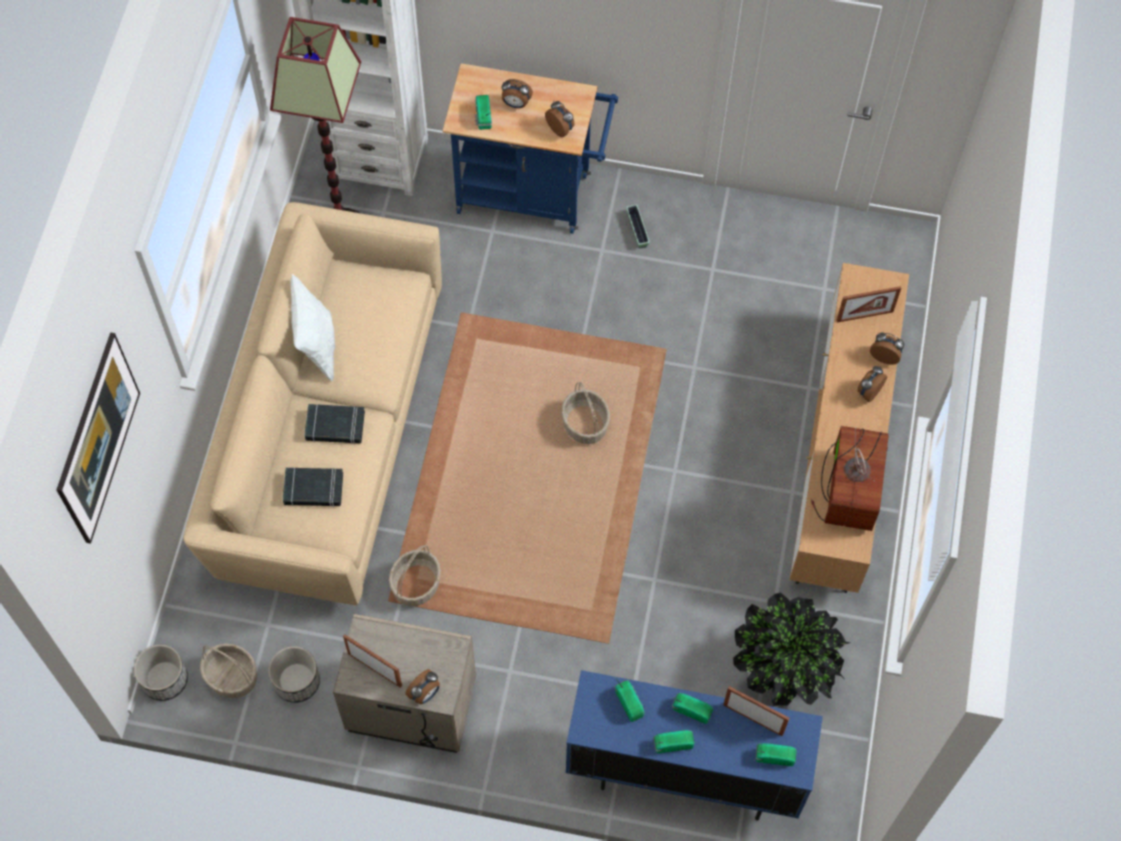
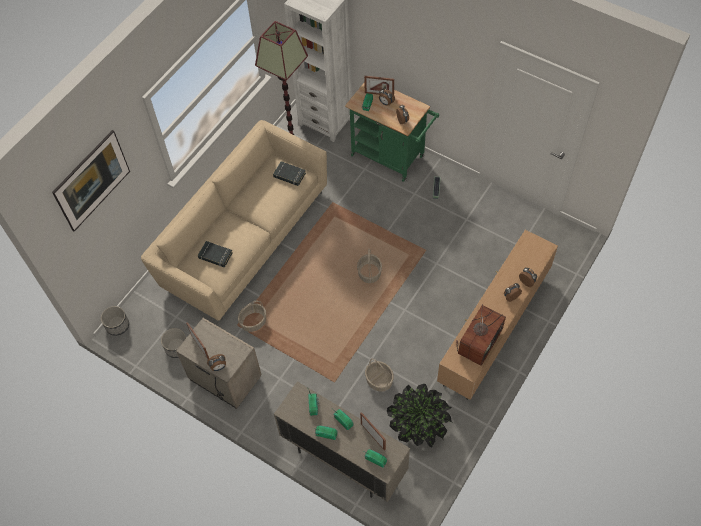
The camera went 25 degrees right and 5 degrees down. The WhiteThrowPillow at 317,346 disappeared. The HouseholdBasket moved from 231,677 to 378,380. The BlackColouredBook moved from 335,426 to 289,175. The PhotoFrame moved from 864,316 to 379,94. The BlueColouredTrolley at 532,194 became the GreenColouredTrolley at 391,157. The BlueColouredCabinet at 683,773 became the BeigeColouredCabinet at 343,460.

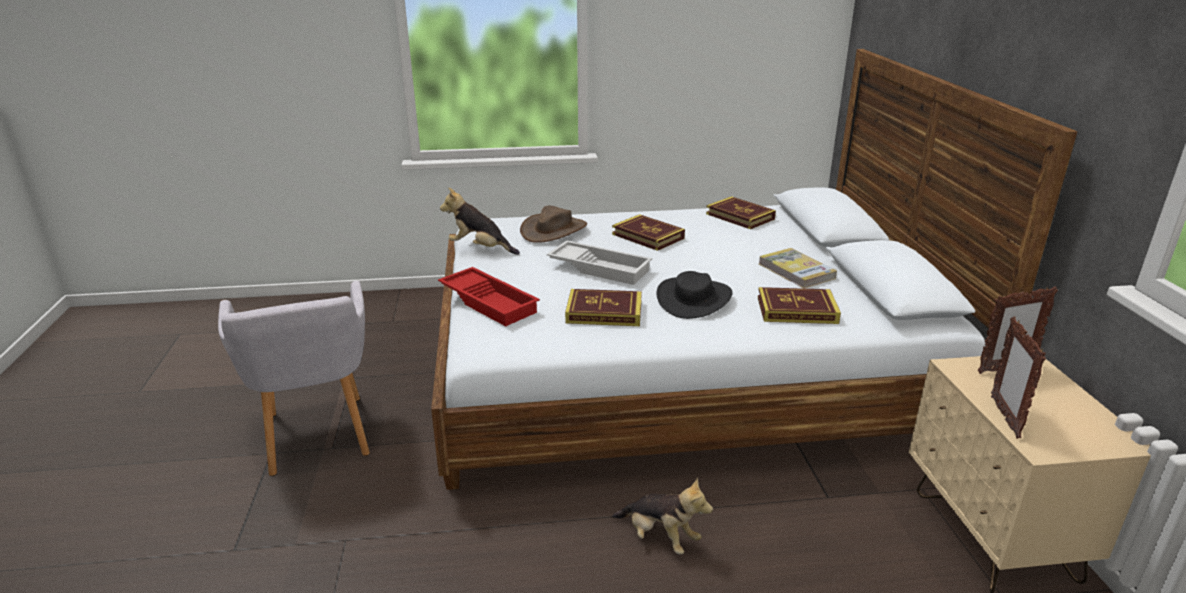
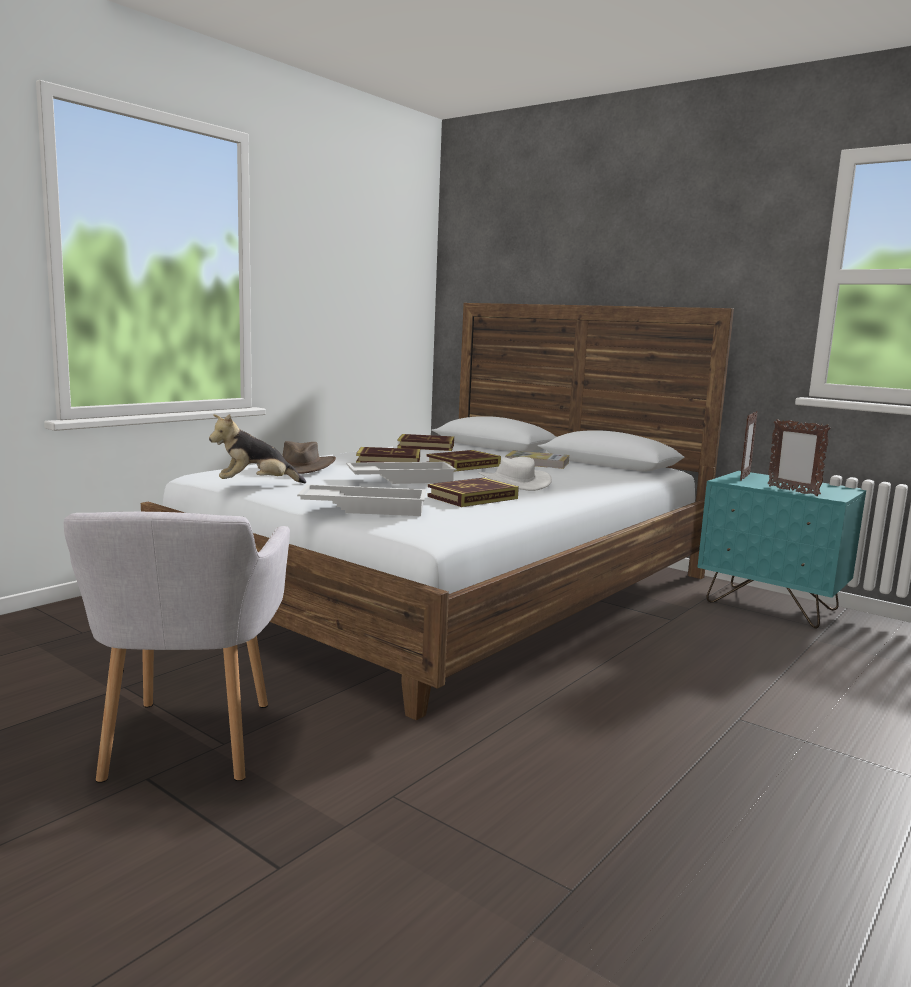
The camera went 45 degrees left and 15 degrees down. The PlushToy at 660,538 disappeared. The Book moved from 797,310 to 463,465. The ReddishCarryingTray at 490,302 became the WhiteCarryingTray at 365,508. The BlackColouredClothingHat at 694,299 became the WhiteClothingHat at 514,482. The BeigeColouredNightstand at 995,537 became the BlueGreenNightstand at 772,606. The GreyishEasyChair at 317,438 turned 60 degrees clockwise.

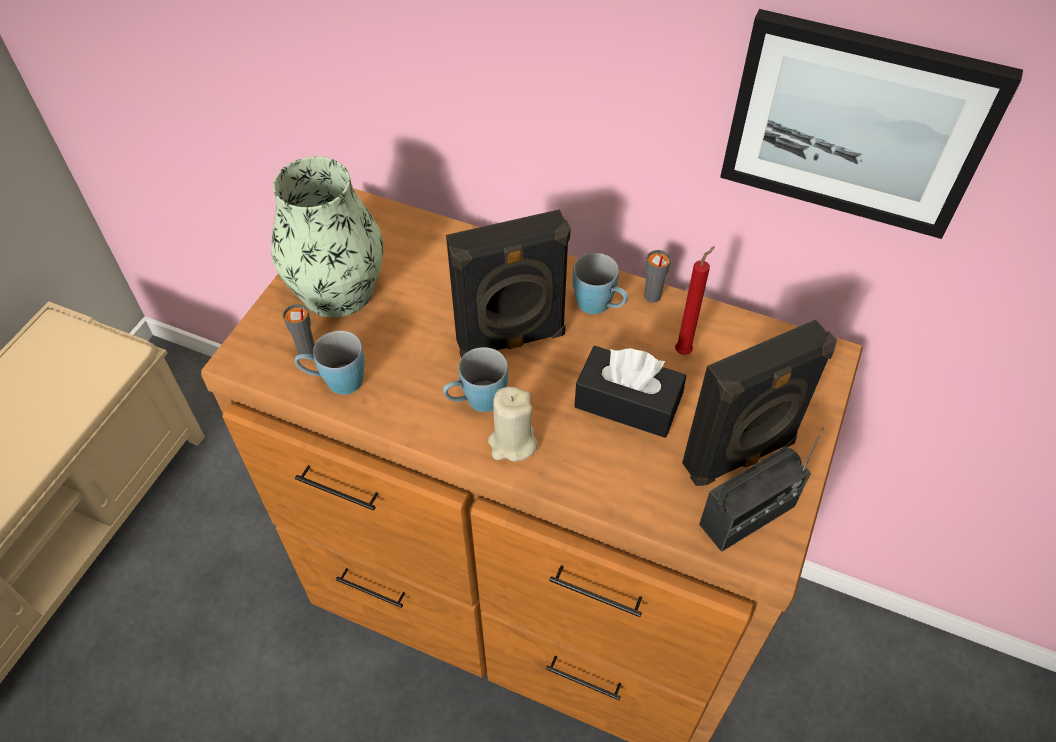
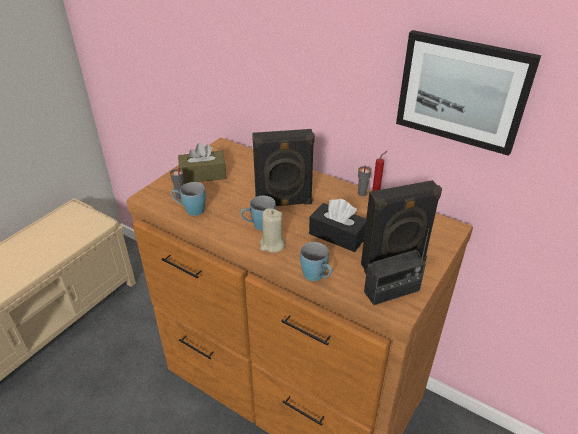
The camera went 10 degrees right and 15 degrees down. The BlueColouredCoffeeMug moved from 600,306 to 317,277. The FlowerVase at 338,290 was replaced by the BrownTissueBox at 203,175.

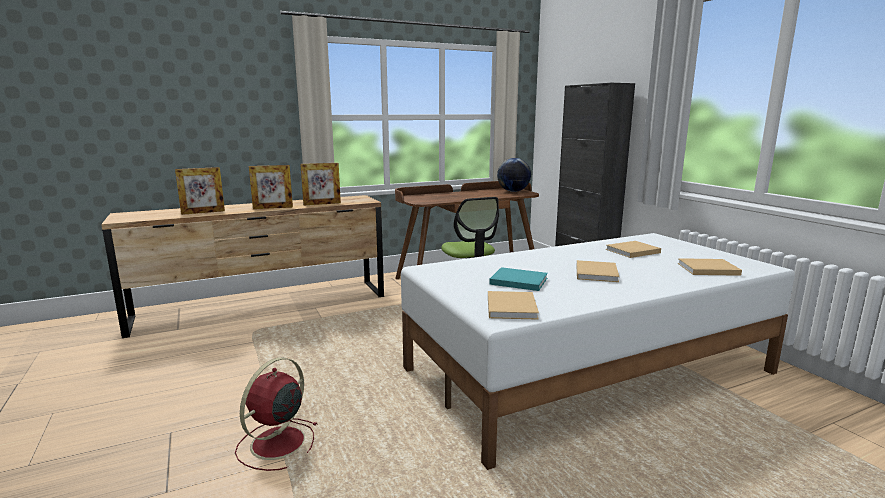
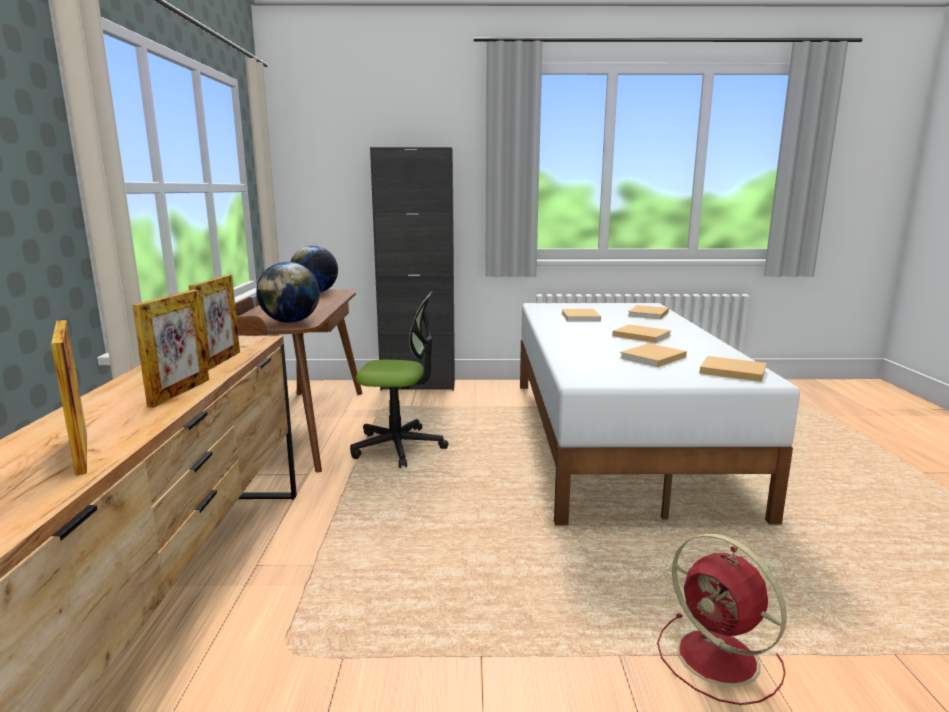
The camera went 65 degrees left and 0 degrees up. The WorldGlobe at 291,322 appeared. The BlueGreenBook at 517,281 became the BeigeColouredBook at 651,358. The PhotoFrame at 203,212 turned 150 degrees clockwise.

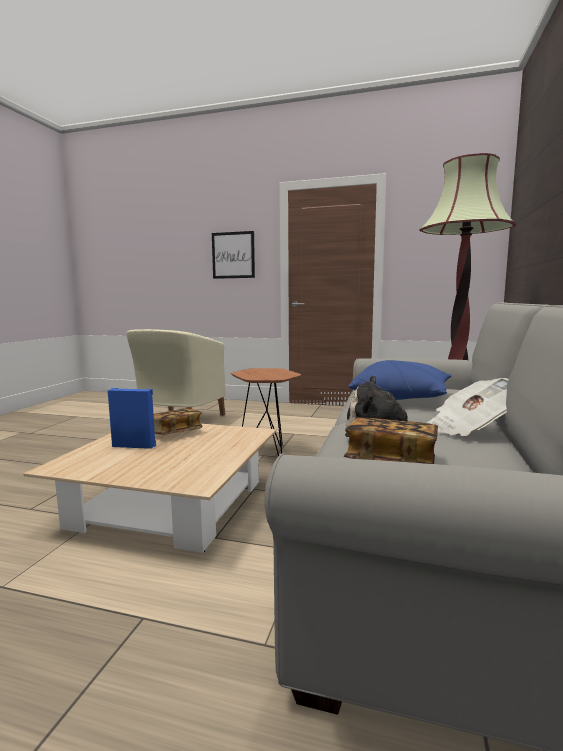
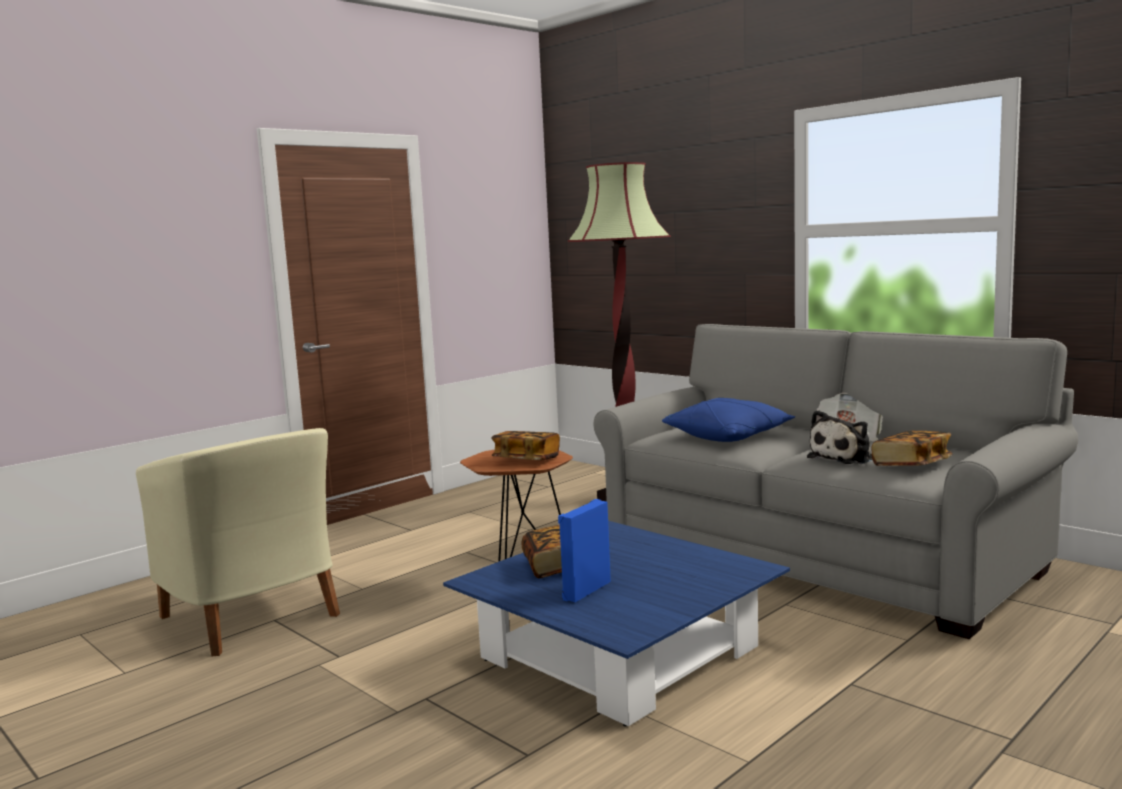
The camera went 60 degrees left and 0 degrees up. The WallArt at 233,255 disappeared. The Book at 526,460 appeared. The BeigeColouredCoffeeTable at 170,504 became the BlueColouredCoffeeTable at 621,653.

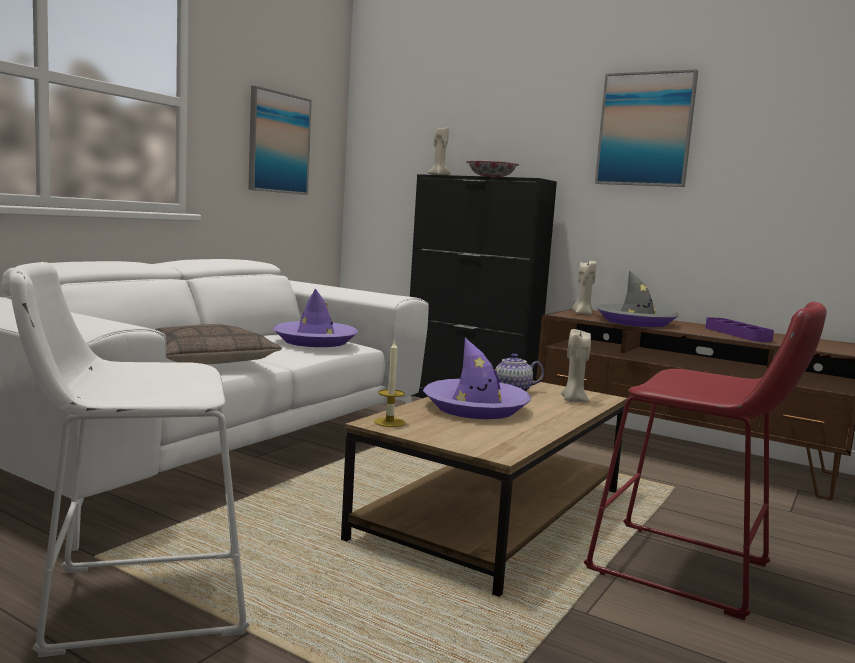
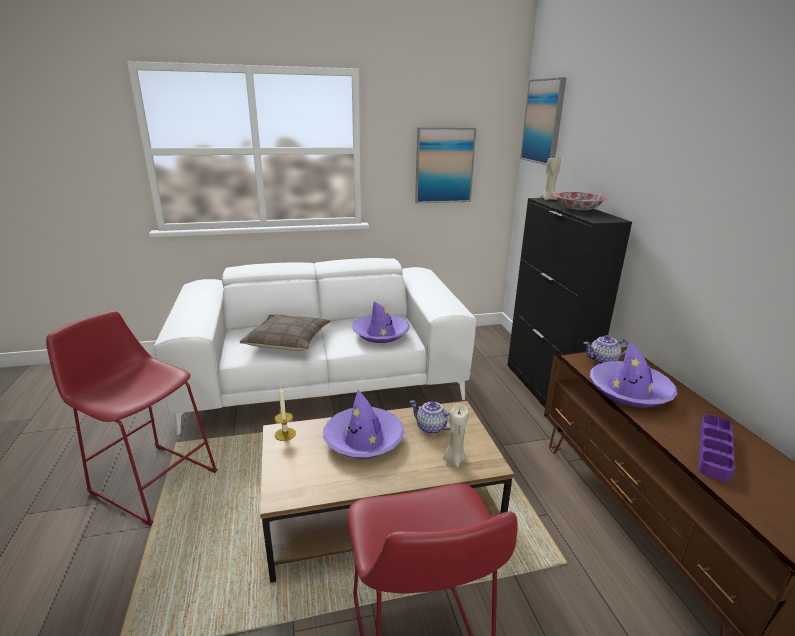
The camera went 45 degrees right and 15 degrees up. The WallArt moved from 645,129 to 543,121. The BeigeColouredWaxCandle at 582,314 was replaced by the Teapot at 603,361. The WhiteStoolSeat at 135,601 became the ReddishStoolSeat at 151,479. The GreyishClothingHat at 636,322 became the PurpleClothingHat at 630,391.

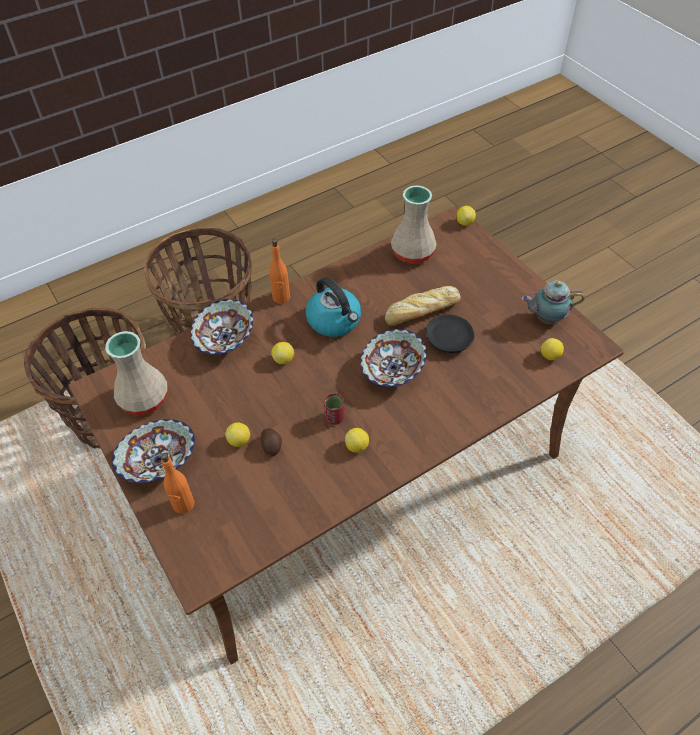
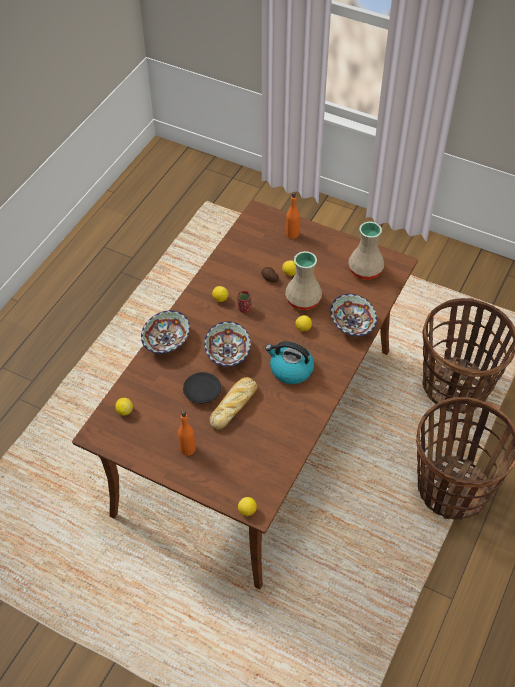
The camera went 150 degrees right and 0 degrees up. The Teapot at 546,318 disappeared. The ServingBowl moved from 159,462 to 166,341. The OrangeBottle moved from 281,297 to 187,449. The BeigeColouredFlowerVase moved from 412,252 to 304,300.

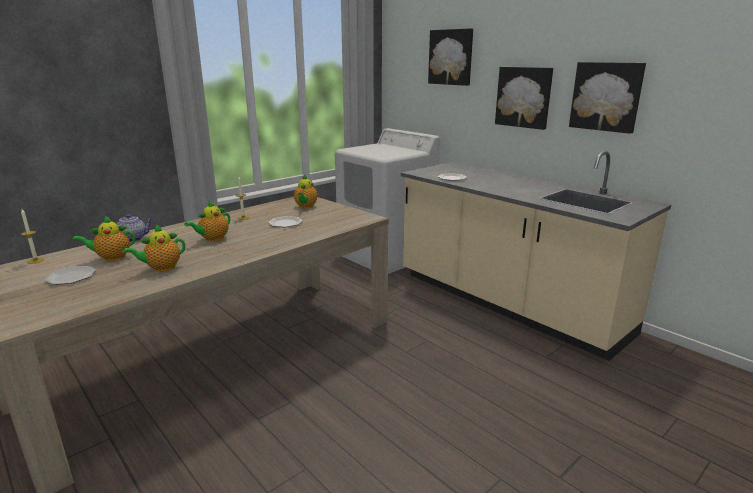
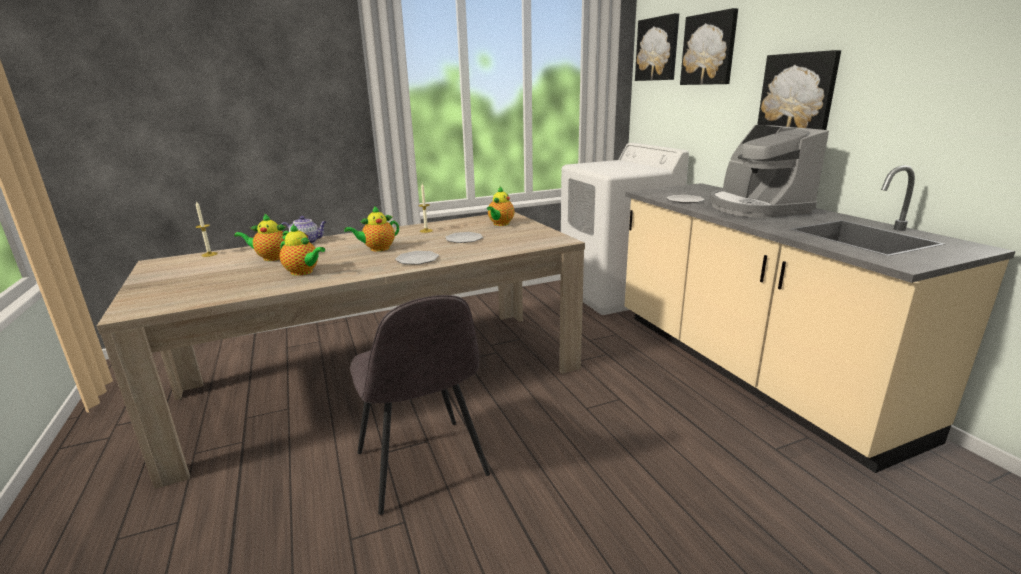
The camera went 20 degrees right and 0 degrees up. The GreyishChair at 422,466 appeared. The CoffeeMachine at 756,208 appeared. The DinnerPlate moved from 70,277 to 417,259. The WallArt moved from 606,96 to 658,49. The Teapot at 161,268 turned 135 degrees counterclockwise.

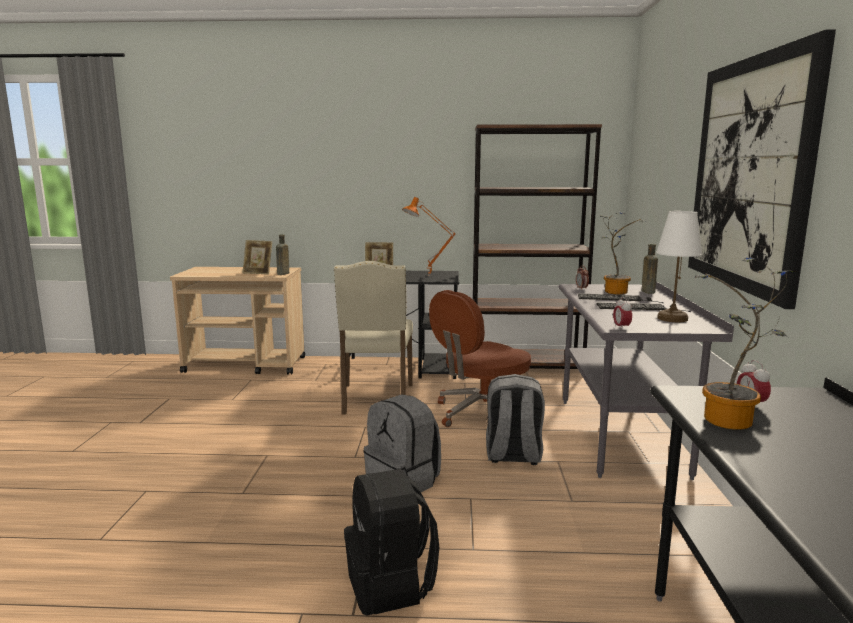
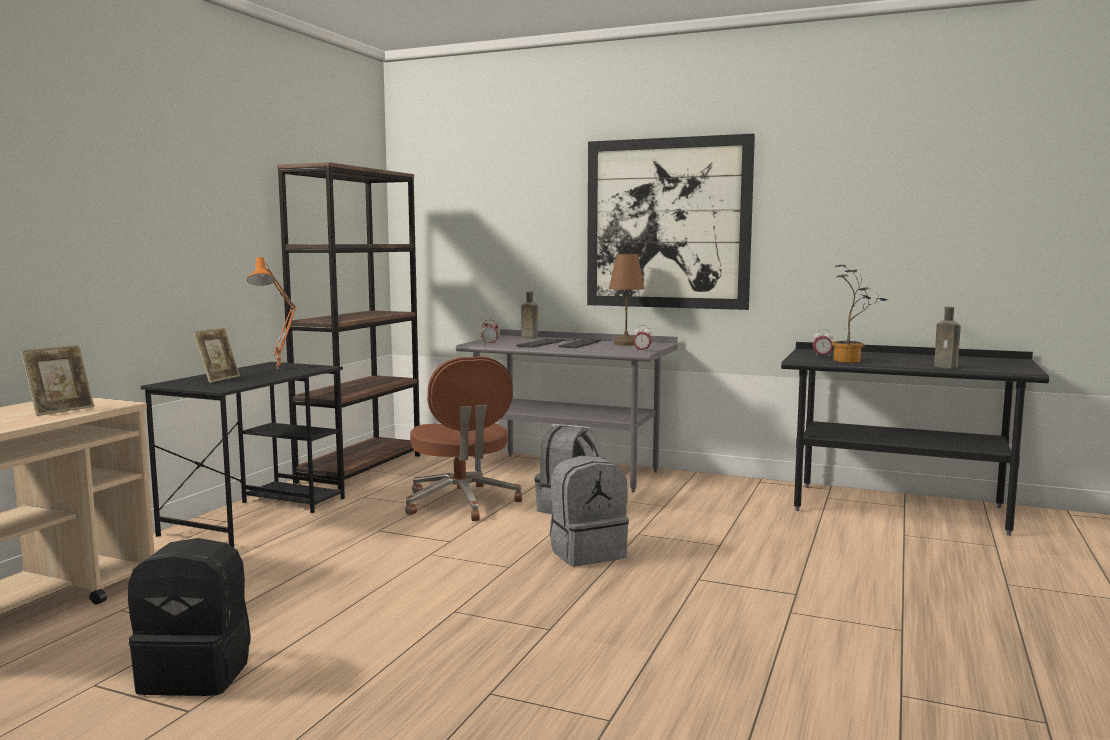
The camera went 70 degrees left and 5 degrees down. The BeigeColouredChair at 376,399 disappeared. The Houseplant at 614,291 disappeared. The BrownBottle moved from 282,274 to 947,367. The BlackColouredKnapsack moved from 391,584 to 197,674. The WhiteTabletopLamp at 672,319 became the BrownTabletopLamp at 626,344.

